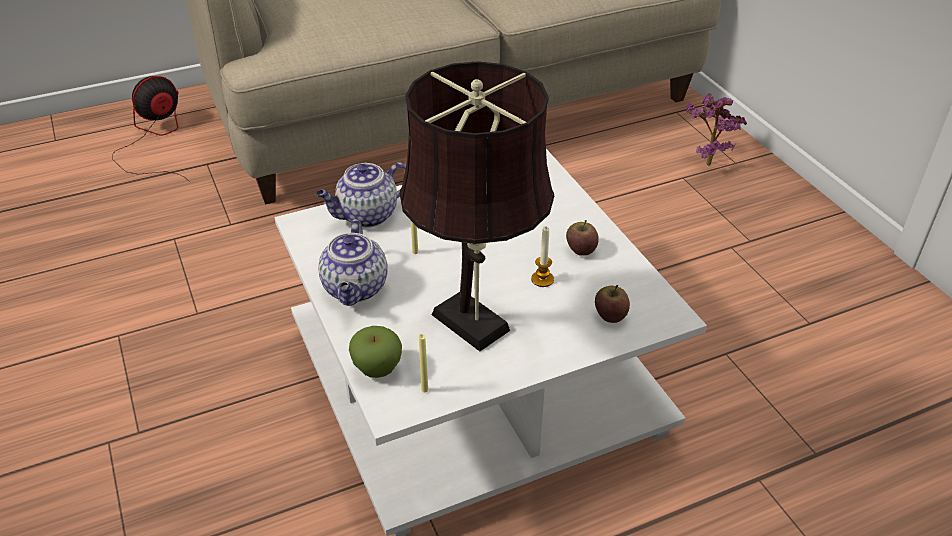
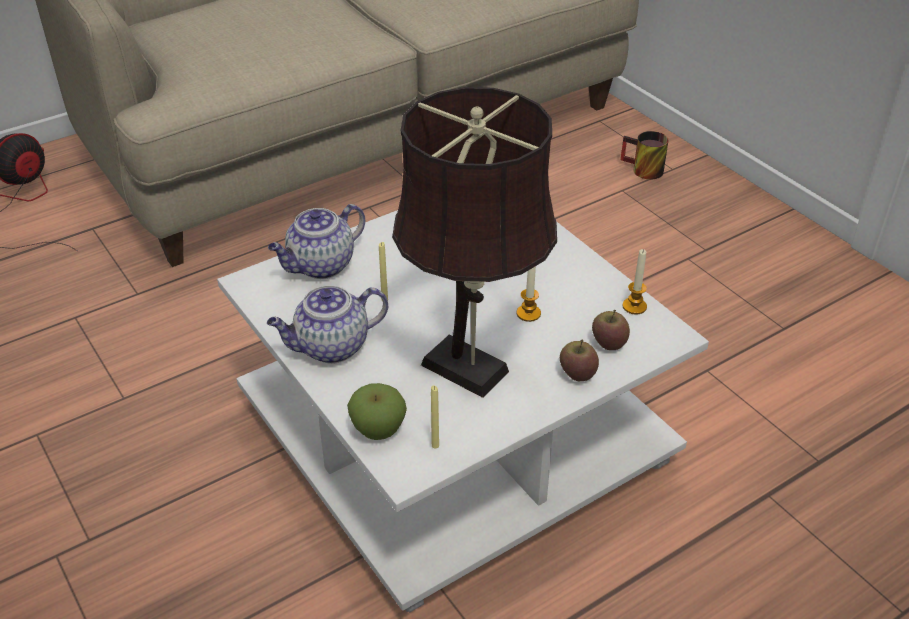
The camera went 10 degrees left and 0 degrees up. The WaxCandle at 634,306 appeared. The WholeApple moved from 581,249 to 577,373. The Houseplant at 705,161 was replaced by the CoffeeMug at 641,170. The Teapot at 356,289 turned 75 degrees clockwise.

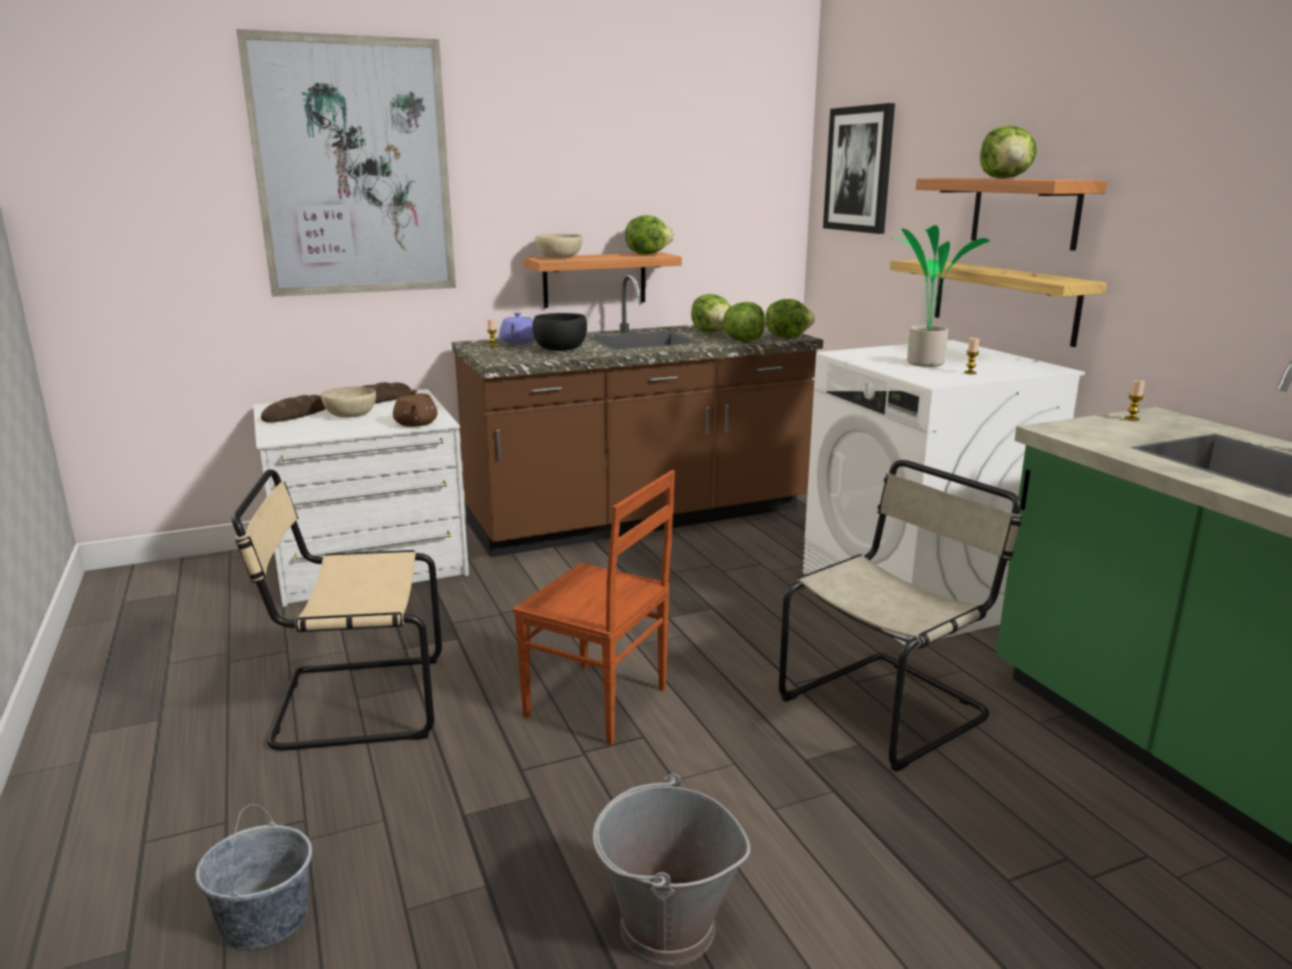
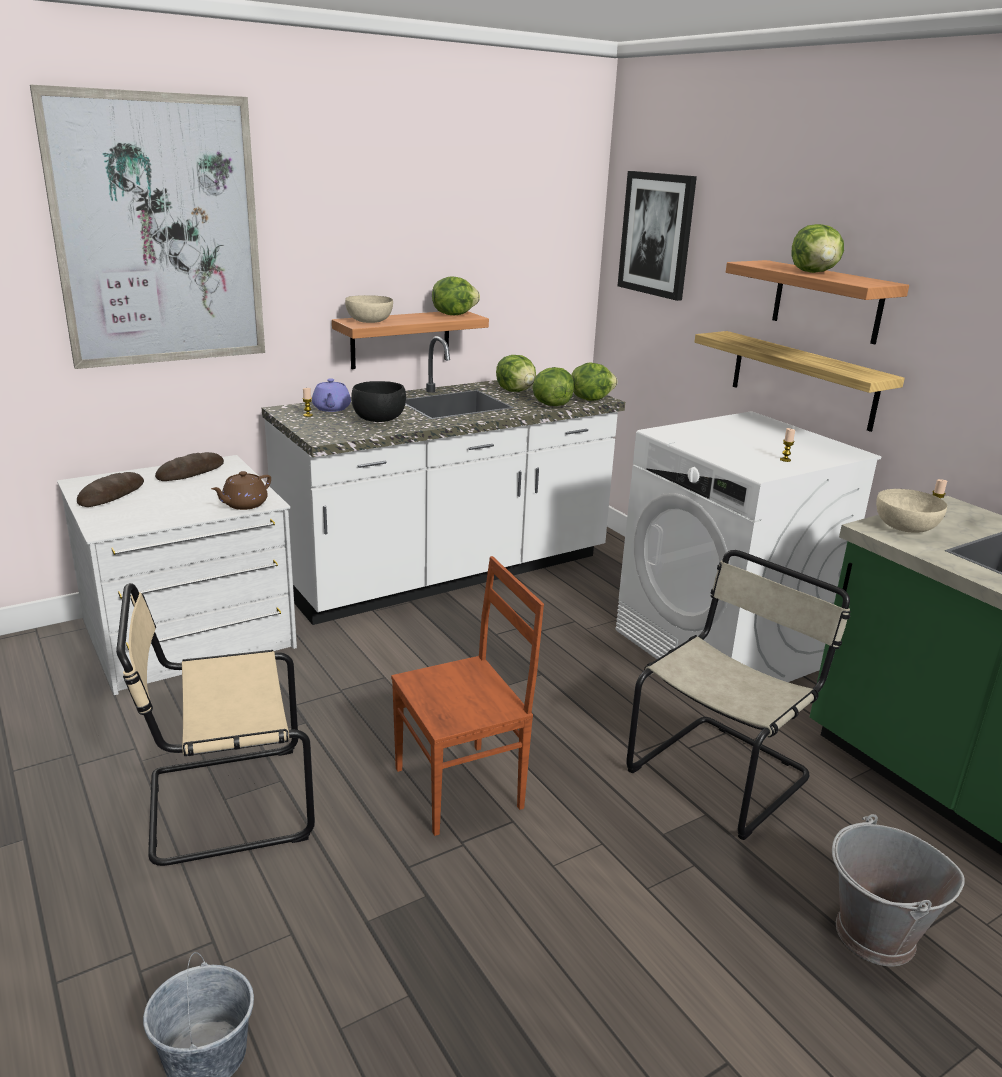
The camera went 10 degrees left and 5 degrees up. The Houseplant at 922,363 disappeared. The BeigeColouredServingBowl moved from 350,415 to 905,527. The GreyishWaterBucket moved from 666,928 to 875,935. The BrownKitchenCounter at 639,518 became the WhiteKitchenCounter at 447,573. The BrownTeapot at 415,423 turned 60 degrees clockwise. The BrownChair at 597,704 turned 45 degrees counterclockwise.

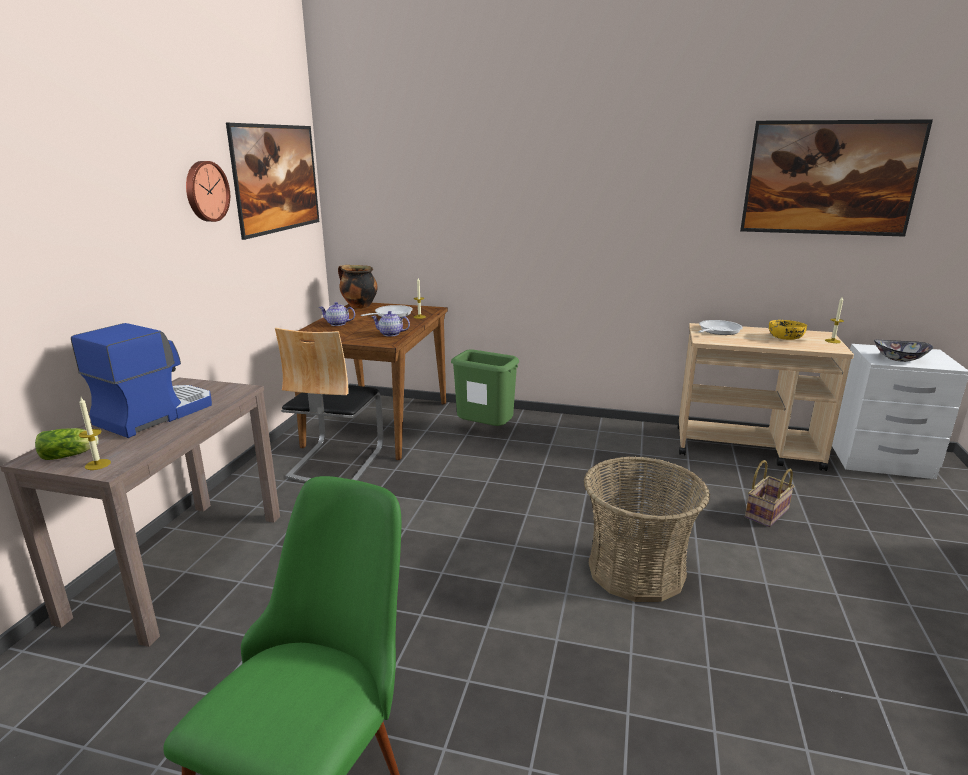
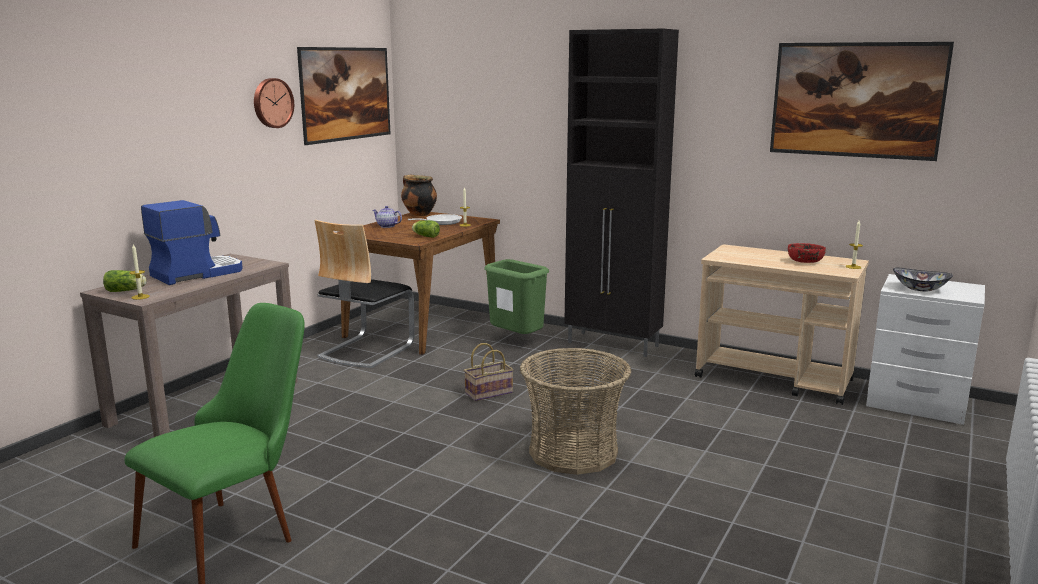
The camera went 15 degrees right and 5 degrees down. The FryingPan at 717,331 disappeared. The BlackColouredCabinet at 613,344 appeared. The HouseholdBasket moved from 766,512 to 489,392. The Teapot at 390,334 was replaced by the HeadOfLettuce at 425,236. The YellowishServingBowl at 785,338 became the ReddishServingBowl at 805,261.

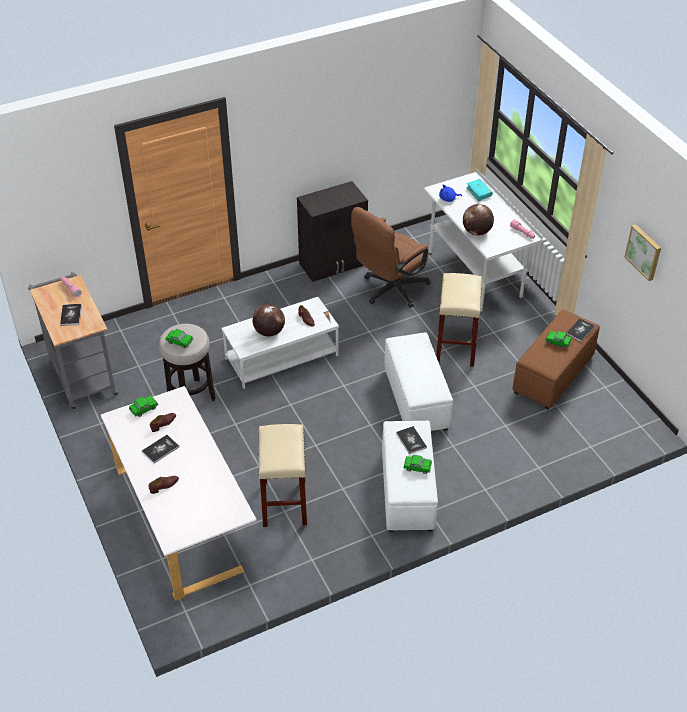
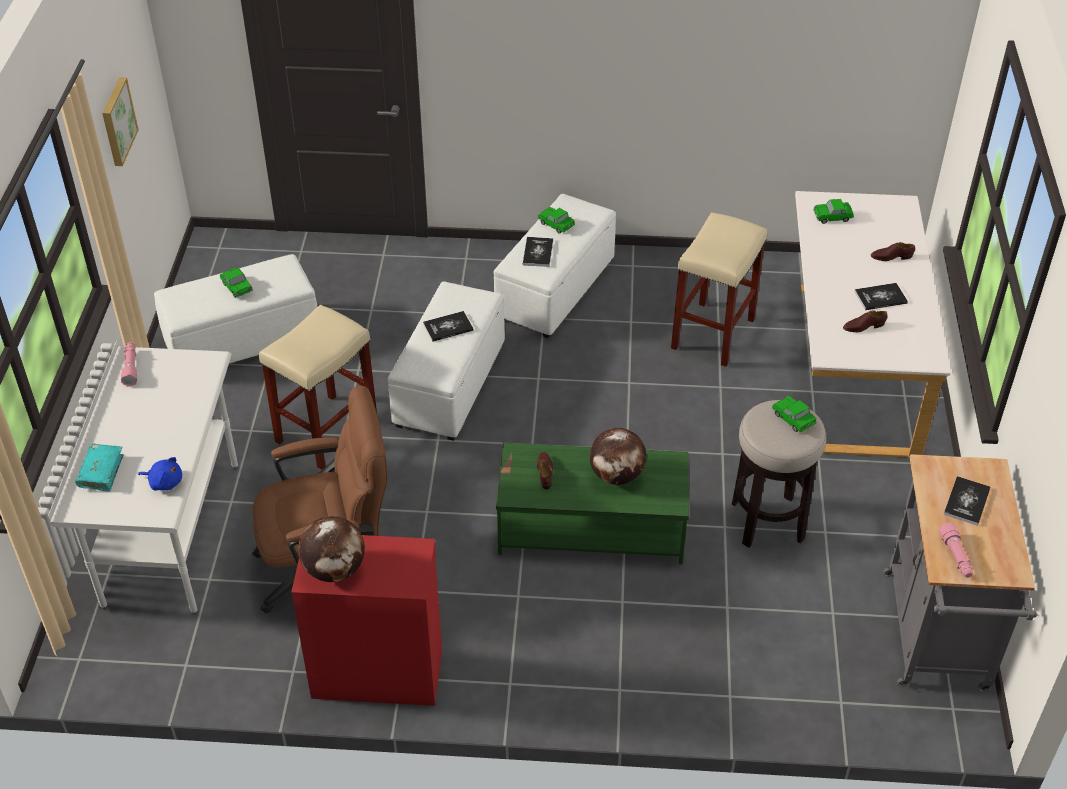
The camera went 150 degrees left and 0 degrees up. The MiniatureCar moved from 144,409 to 832,217. The WorldGlobe moved from 476,232 to 335,569. The Book moved from 580,330 to 448,327. The WhiteCoffeeTable at 282,356 became the GreenColouredCoffeeTable at 590,528. The BlackColouredCabinet at 333,264 became the ReddishCabinet at 376,672. The BrownOttoman at 552,375 became the WhiteOttoman at 244,341.

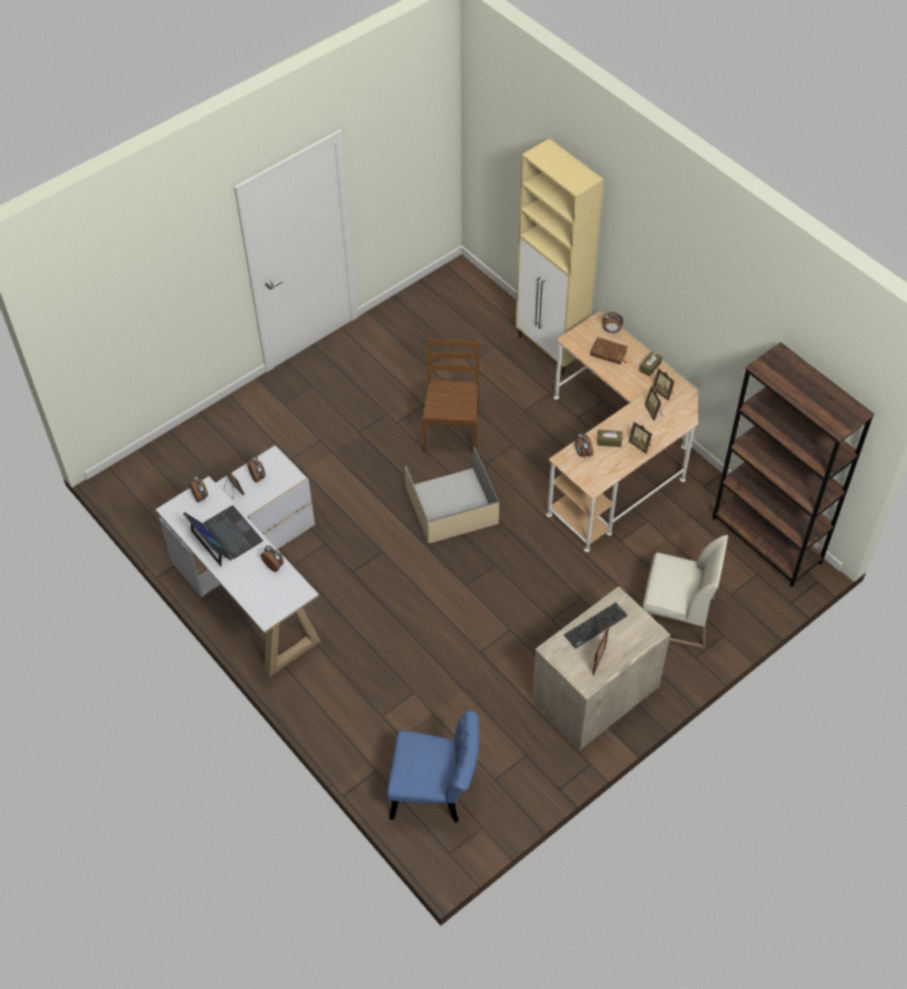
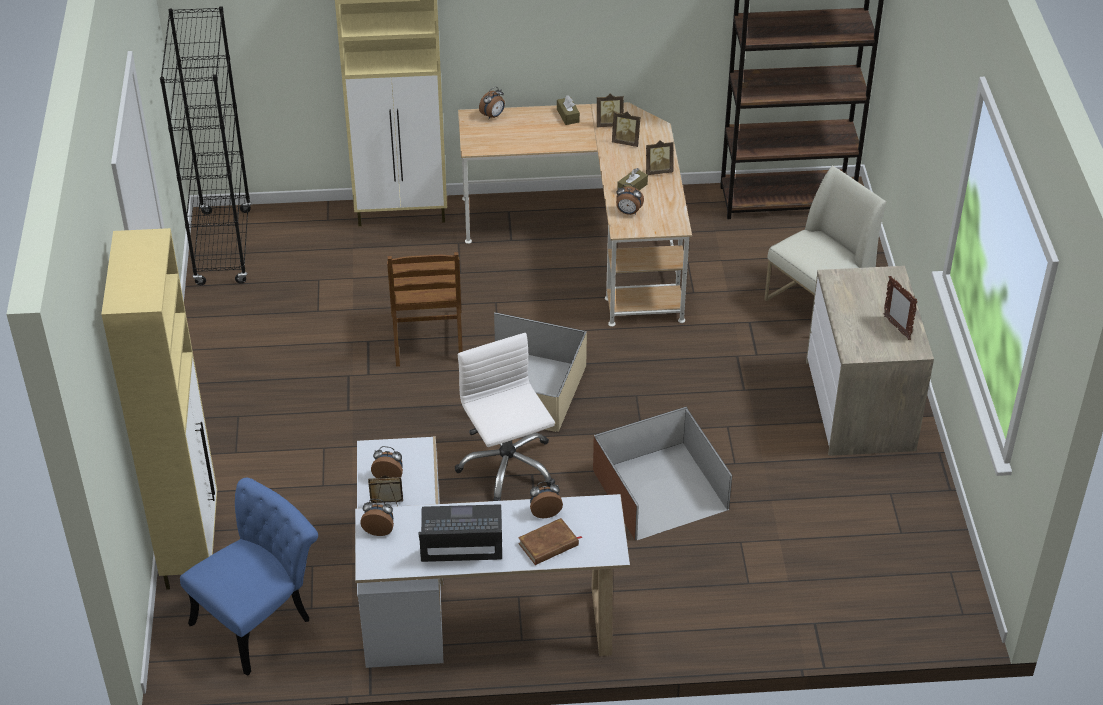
The camera went 55 degrees left and 10 degrees down. The Keyboard at 595,625 disappeared. The BeigeColouredCabinet at 192,547 appeared. The BlackColouredBookshelf at 223,247 appeared. The WhiteComputerChair at 507,466 appeared. The BrownStorageContainer at 658,490 appeared. The BlueColouredChair moved from 436,792 to 260,618. The BrownBook moved from 608,353 to 549,544. The BrownChair at 452,431 turned 135 degrees counterclockwise.

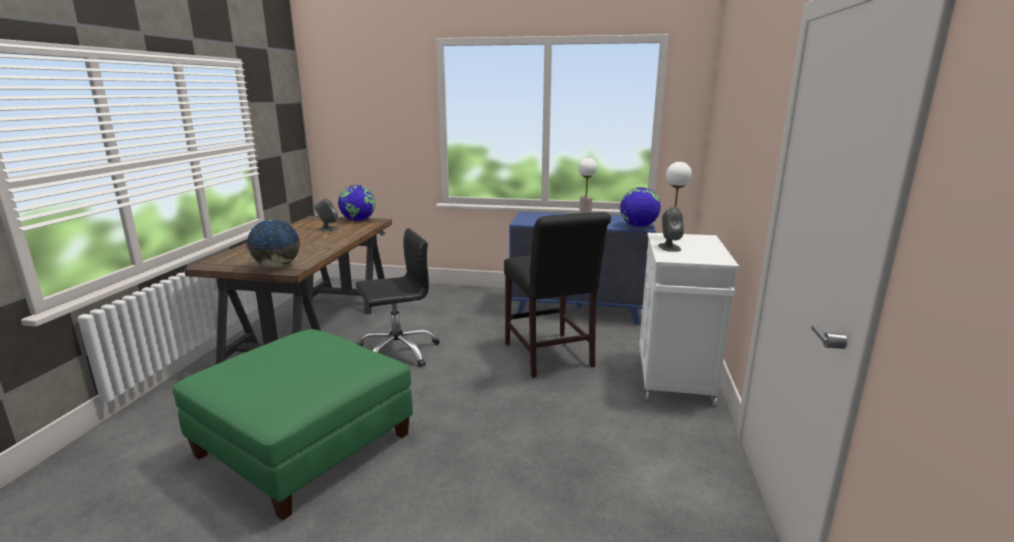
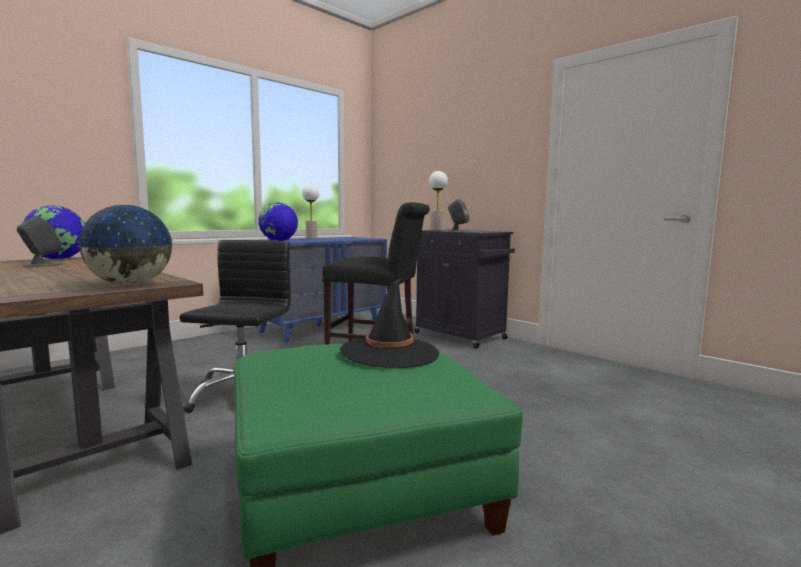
The camera went 55 degrees left and 10 degrees down. The BlackColouredClothingHat at 390,352 appeared. The WorldGlobe moved from 638,226 to 278,241. The WhiteCabinet at 674,377 became the BlackColouredCabinet at 461,336.

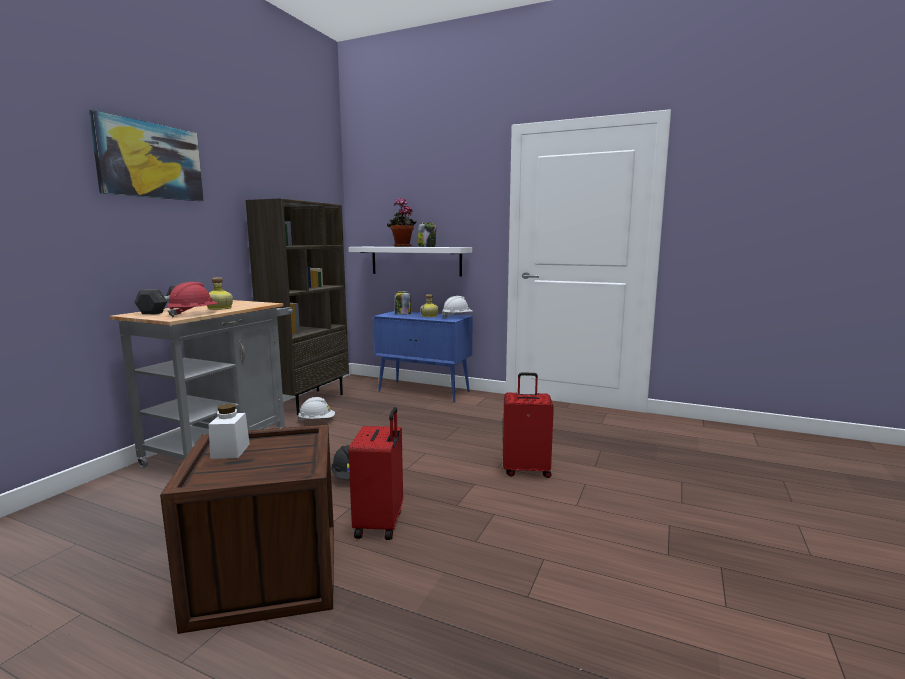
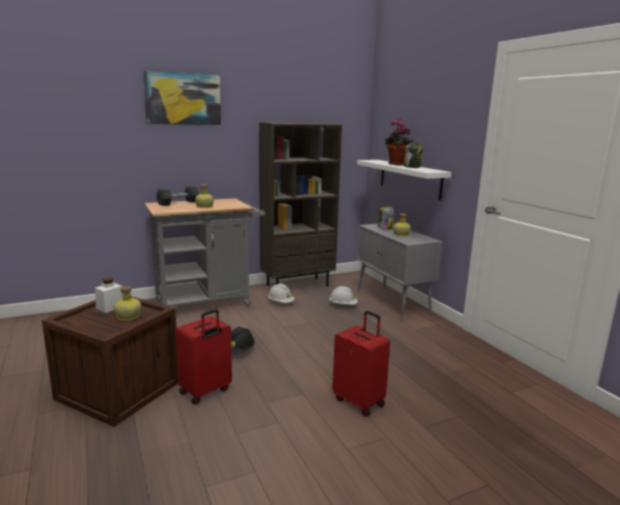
The camera went 40 degrees right and 5 degrees up. The ReddishWorkHelmet at 194,314 disappeared. The Bottle at 127,316 appeared. The WhiteWorkHelmet moved from 457,317 to 343,305. The BlueColouredCabinet at 424,391 became the GreyishCabinet at 393,302.

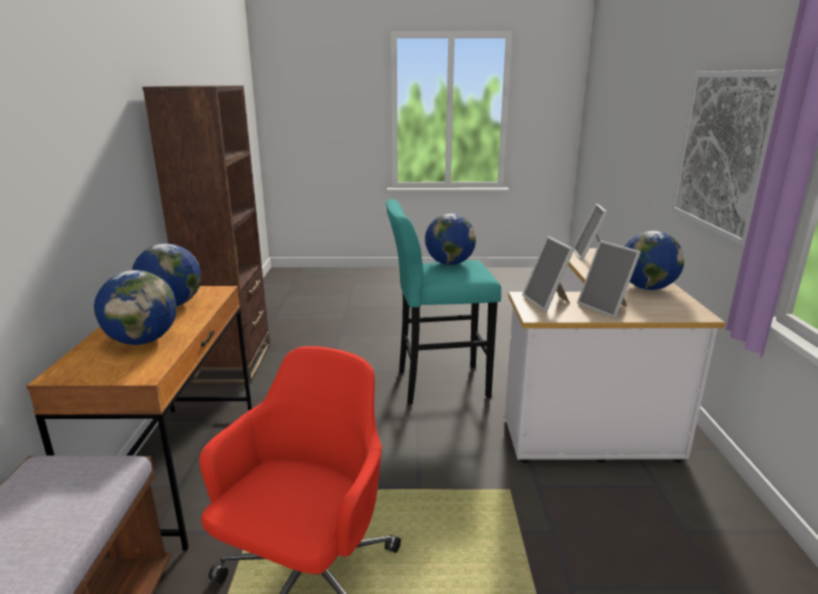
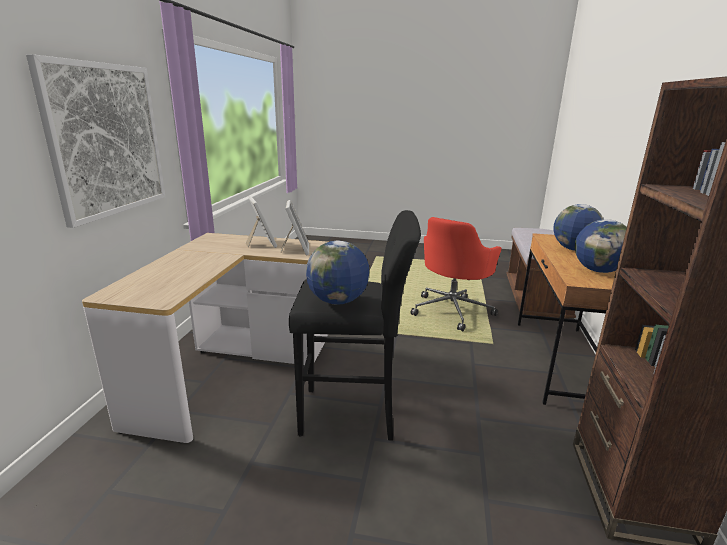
The camera went 170 degrees left and 0 degrees up. The PhotoFrame at 589,255 disappeared. The WorldGlobe at 646,288 disappeared. The BlueGreenStoolSeat at 437,384 became the BlackColouredStoolSeat at 354,413.

